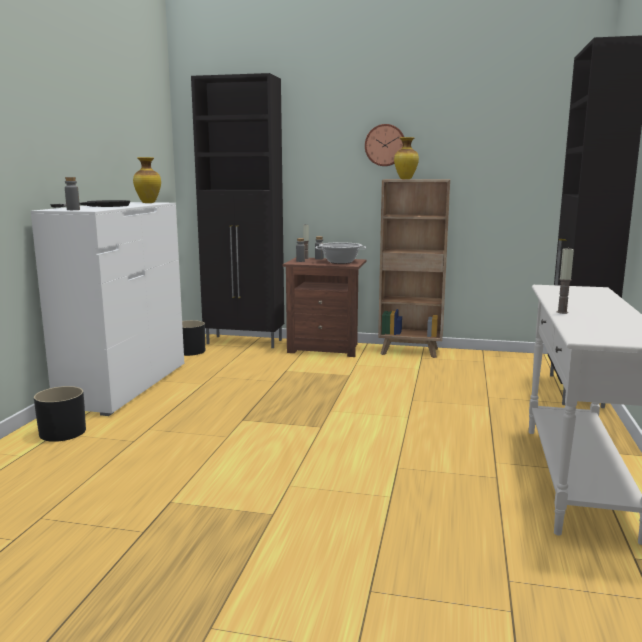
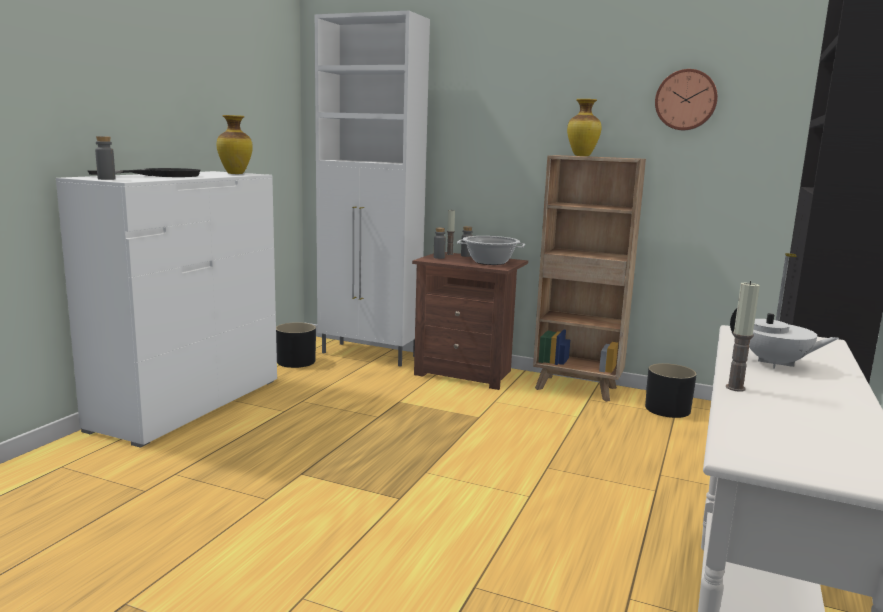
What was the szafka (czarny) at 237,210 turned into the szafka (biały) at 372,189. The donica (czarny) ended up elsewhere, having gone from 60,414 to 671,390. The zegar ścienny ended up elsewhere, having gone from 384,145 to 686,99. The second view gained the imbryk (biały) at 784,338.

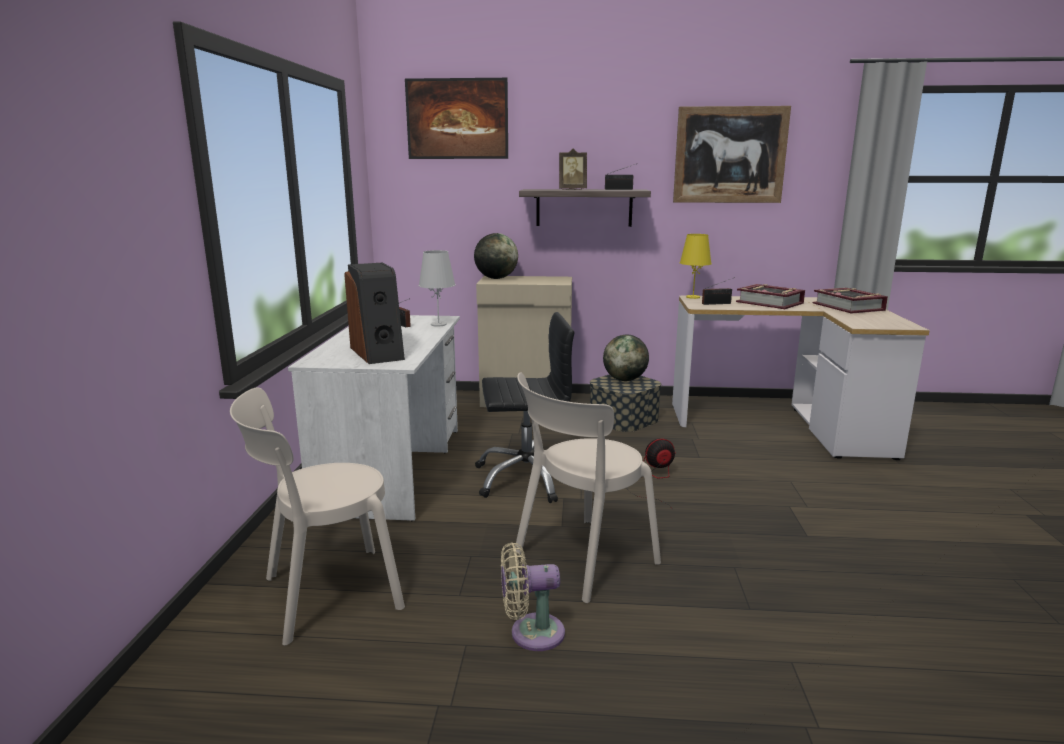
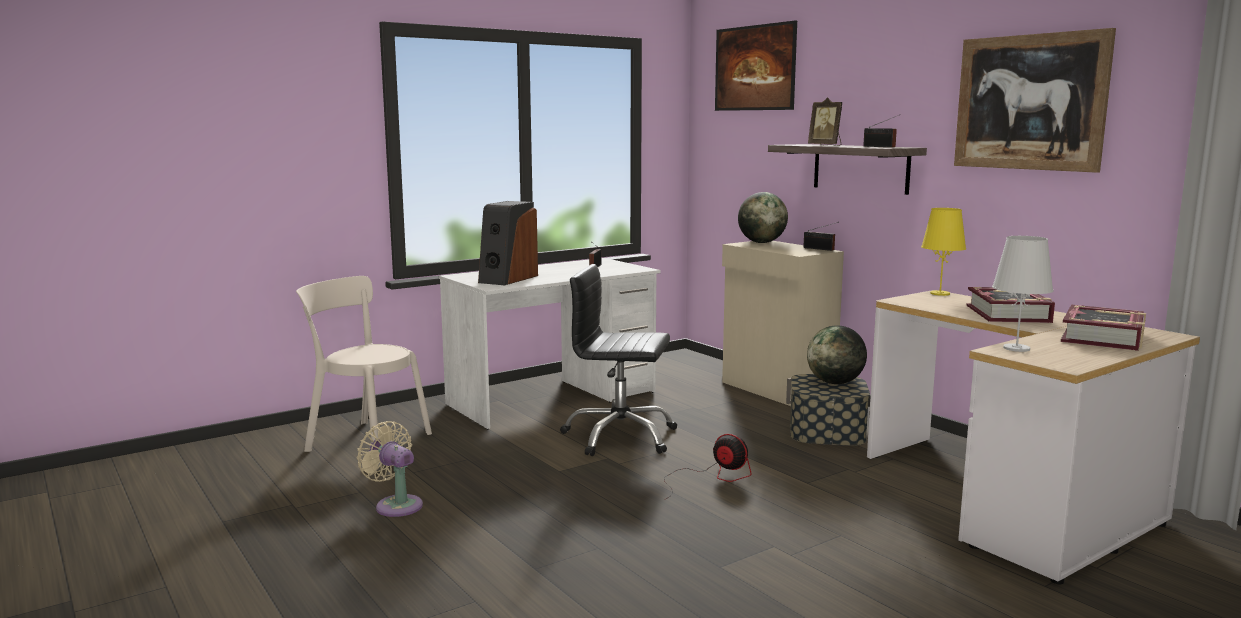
The krzesło biurowe (czarny) at 524,407 ended up facing another way, 150 degrees clockwise from before. The radio ended up elsewhere, having gone from 718,291 to 821,236. The lampa stołowa (biały) ended up elsewhere, having gone from 437,288 to 1023,294. The second view lost the krzesło (beżowy) at 588,487.

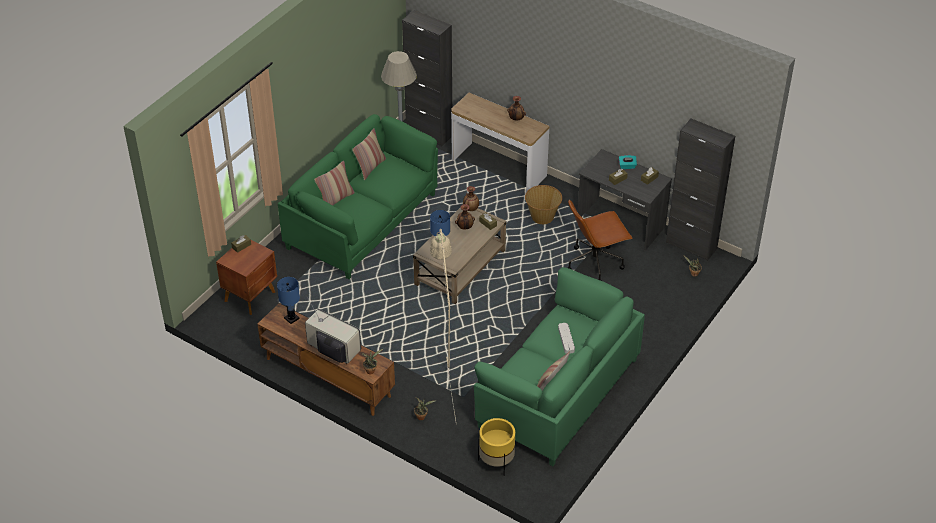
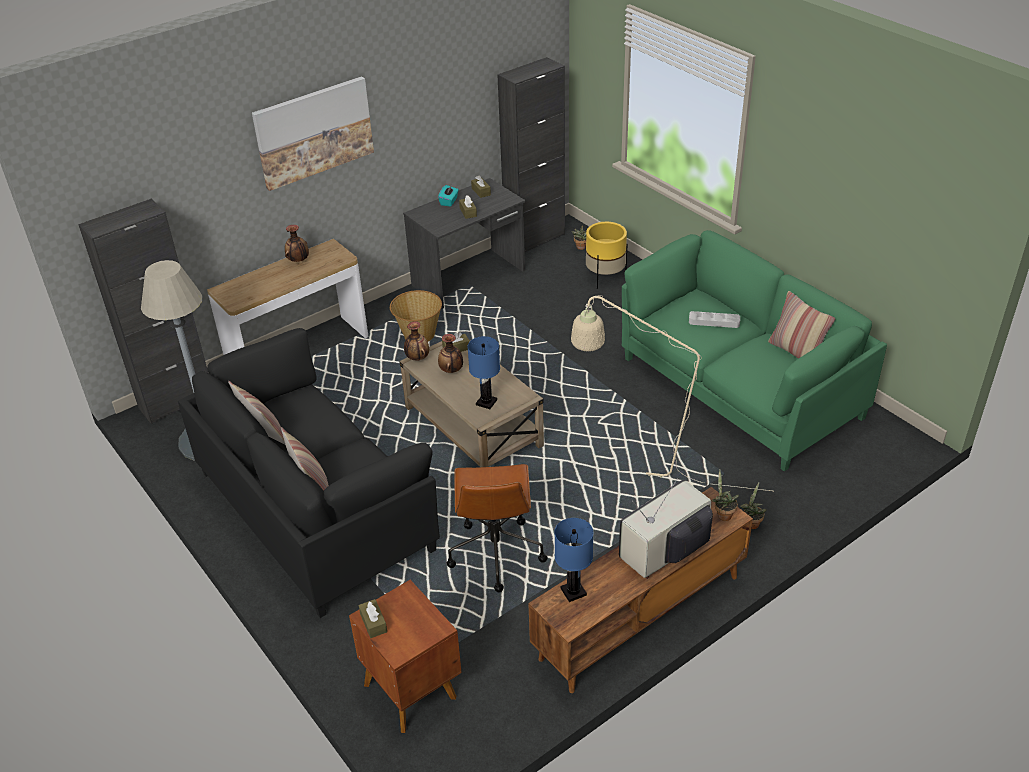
What was the kanapa (zielony) at 358,196 turned into the kanapa (czarny) at 309,473. The second view gained the obraz at 313,133. The krzesło biurowe (brązowy) ended up elsewhere, having gone from 600,240 to 496,528. The donica (żółty) ended up elsewhere, having gone from 496,446 to 606,255.

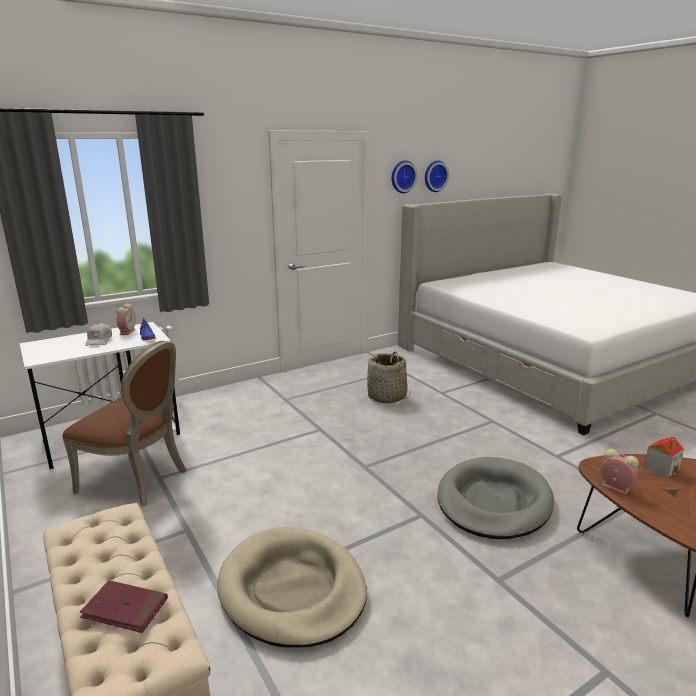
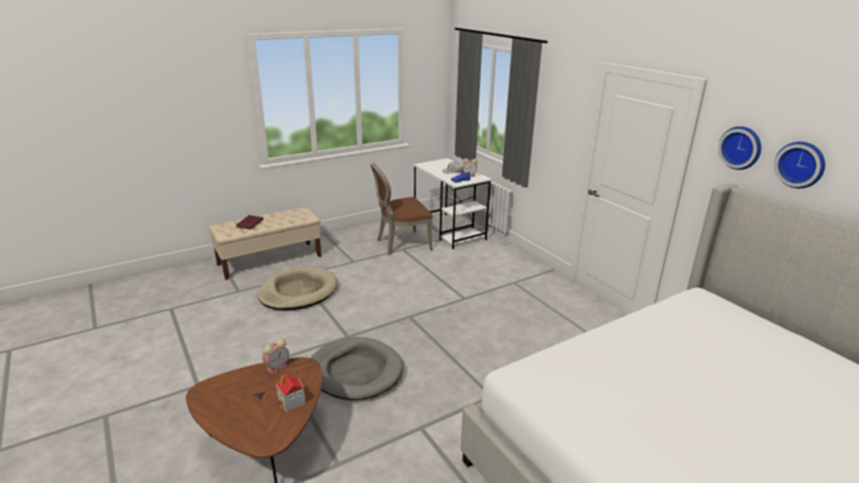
The krzesło (brązowy) at 124,424 ended up facing another way, 45 degrees clockwise from before. The second view lost the koszyk at 389,377.

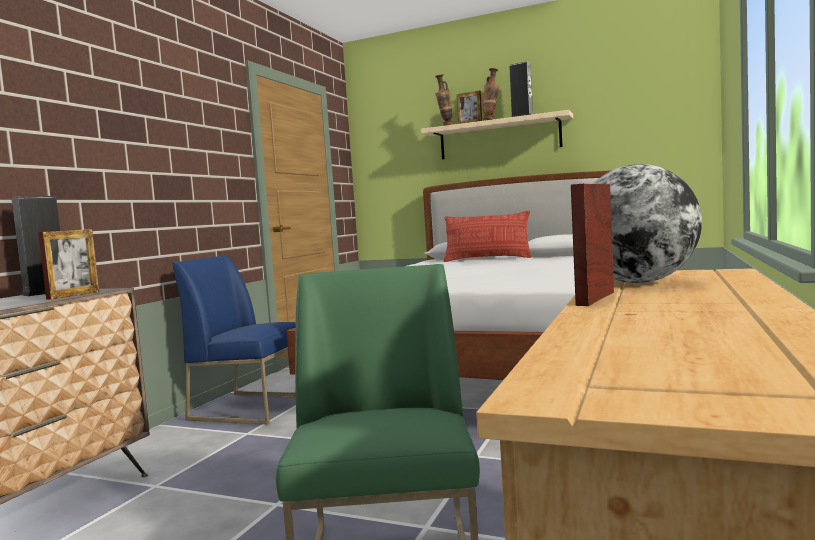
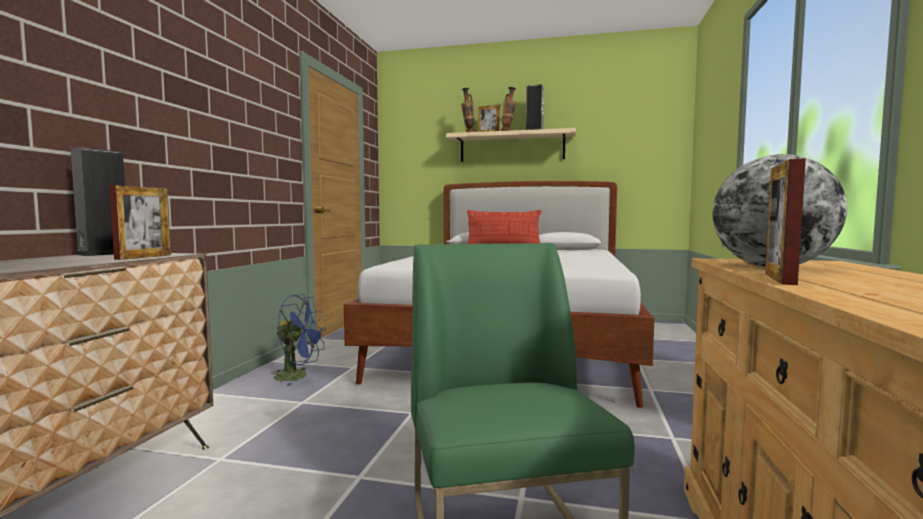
Where the krzesło (niebieski) stood at 234,340, the wentylator (niebieski) came to stand at 298,340.

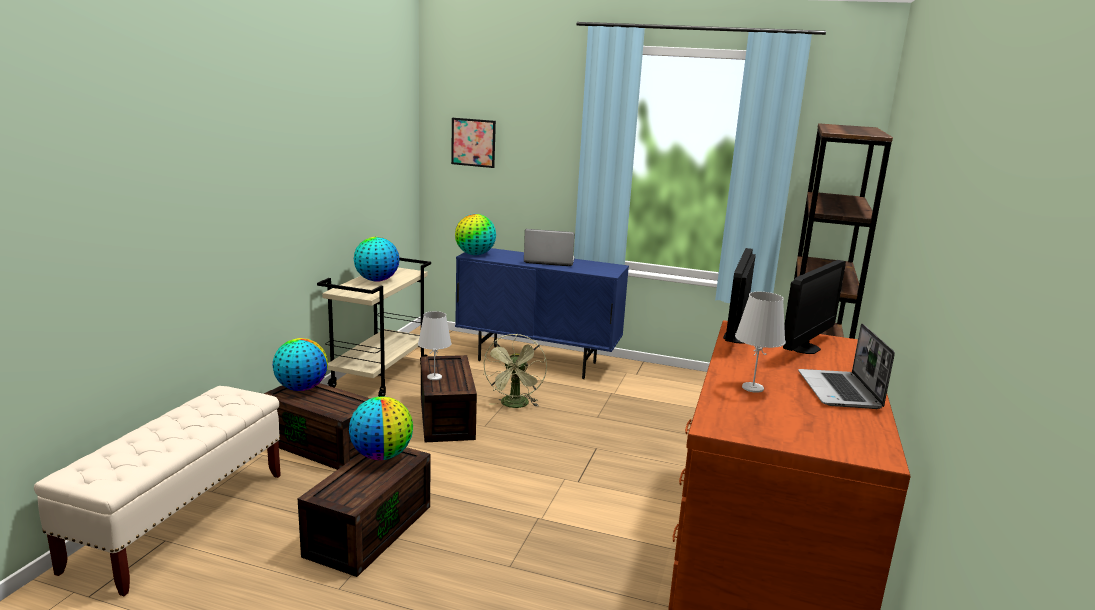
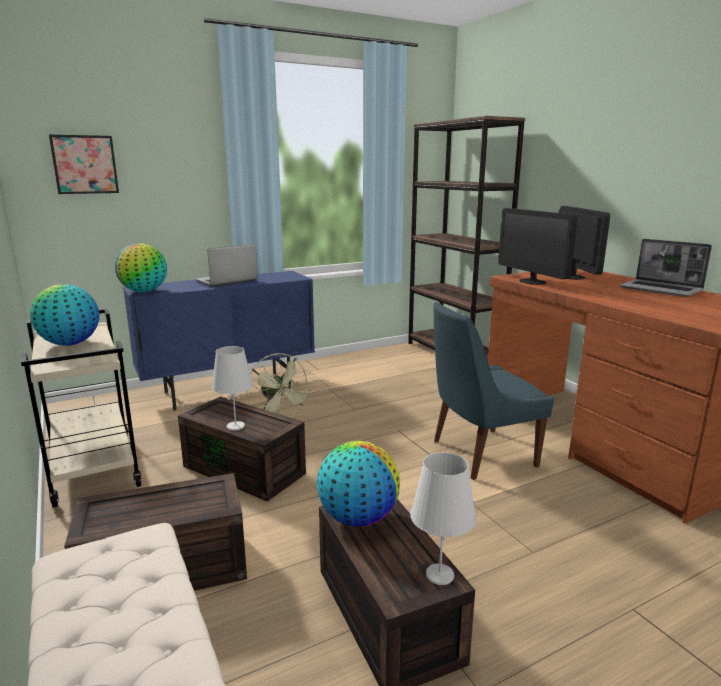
The lampa stołowa (biały) ended up elsewhere, having gone from 760,342 to 443,518. The second view gained the krzesło (niebieski) at 493,391. The second view lost the globus at 300,364.

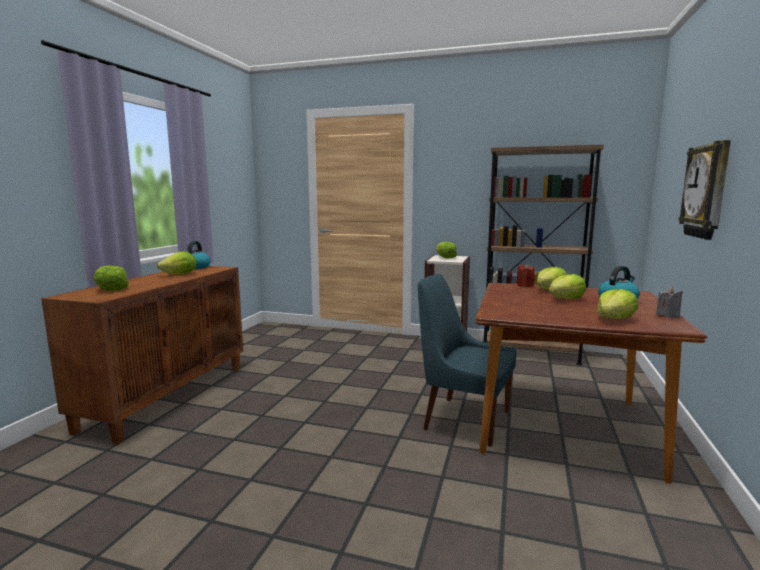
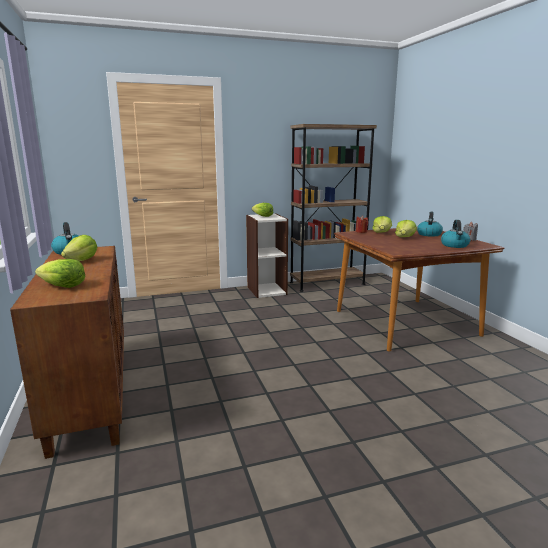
Where the sałata stood at 617,304, the czajnik came to stand at 456,234. The second view lost the krzesło (niebieski) at 467,360. The second view lost the zegar ścienny at 704,190.

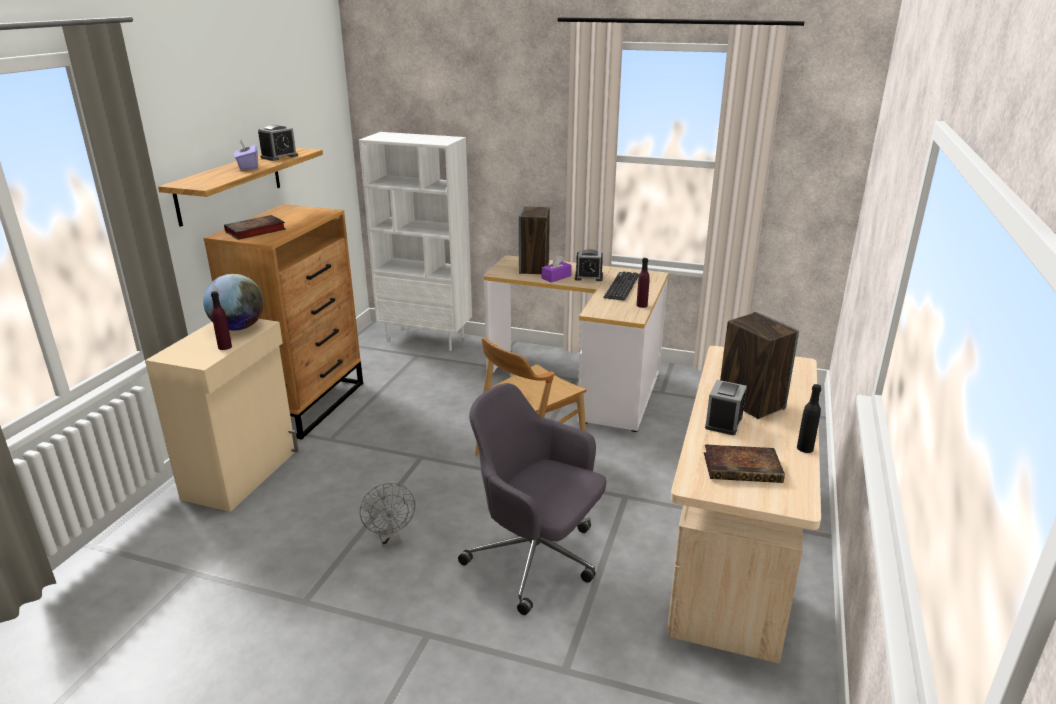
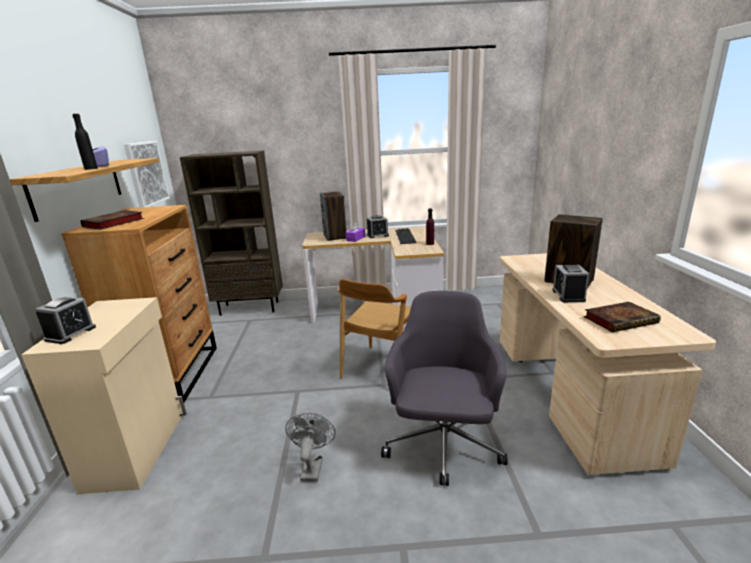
The budzik ended up elsewhere, having gone from 278,143 to 65,320. The butelka (czarny) ended up elsewhere, having gone from 809,418 to 85,142. The second view gained the obraz at 147,174. What was the regał (biały) at 415,241 turned into the regał (brązowy) at 231,233. The wentylator (szary) at 387,515 ended up facing another way, 135 degrees counterclockwise from before. The krzesło biurowe (szary) at 532,499 ended up facing another way, 90 degrees clockwise from before. The second view lost the globus at 233,302. The second view lost the butelka (fioletowy) at 221,320.

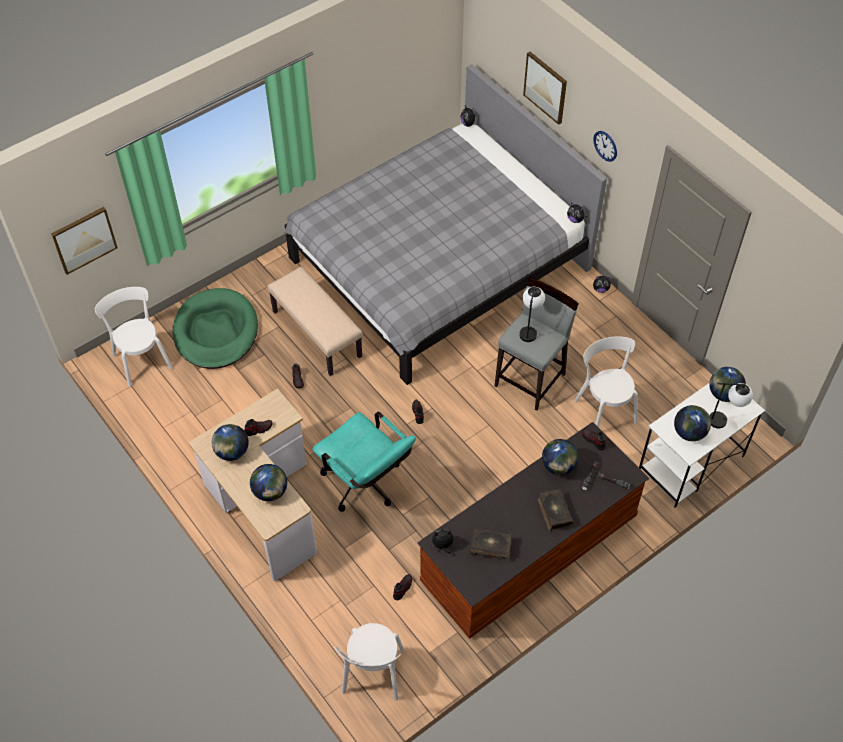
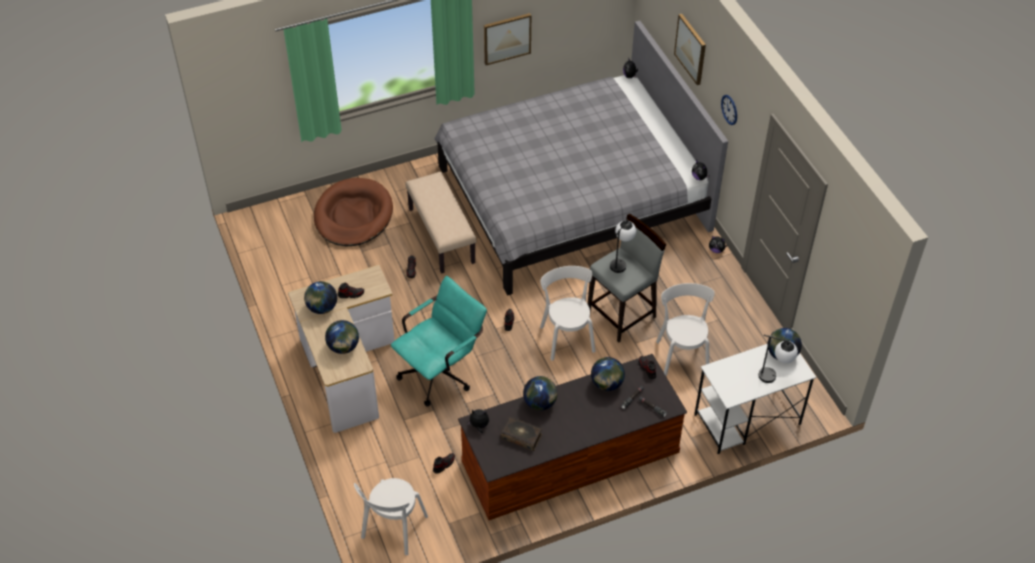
What was the legowisko (zielony) at 215,328 turned into the legowisko (brązowy) at 353,212. The krzesło biurowe (turkusowy) at 364,462 ended up facing another way, 105 degrees counterclockwise from before. The obraz ended up elsewhere, having gone from 84,241 to 507,39. The globus ended up elsewhere, having gone from 692,423 to 540,393. The krzesło (biały) ended up elsewhere, having gone from 134,337 to 567,313. The second view lost the książka at 555,510.

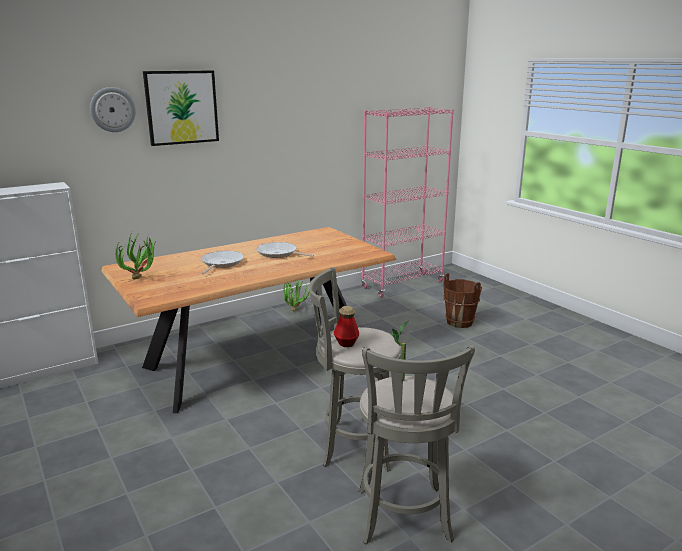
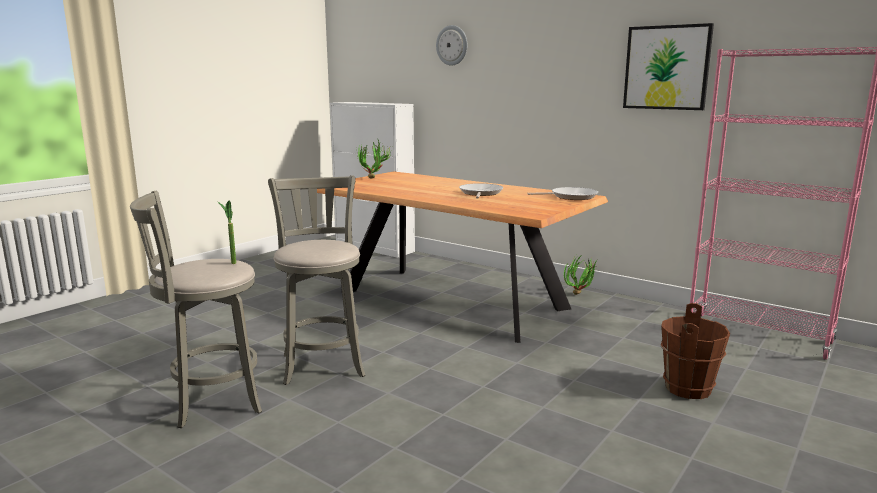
The patelnia ended up elsewhere, having gone from 222,263 to 562,193. The obraz ended up elsewhere, having gone from 181,108 to 668,66. The second view lost the butelka at 346,326.

